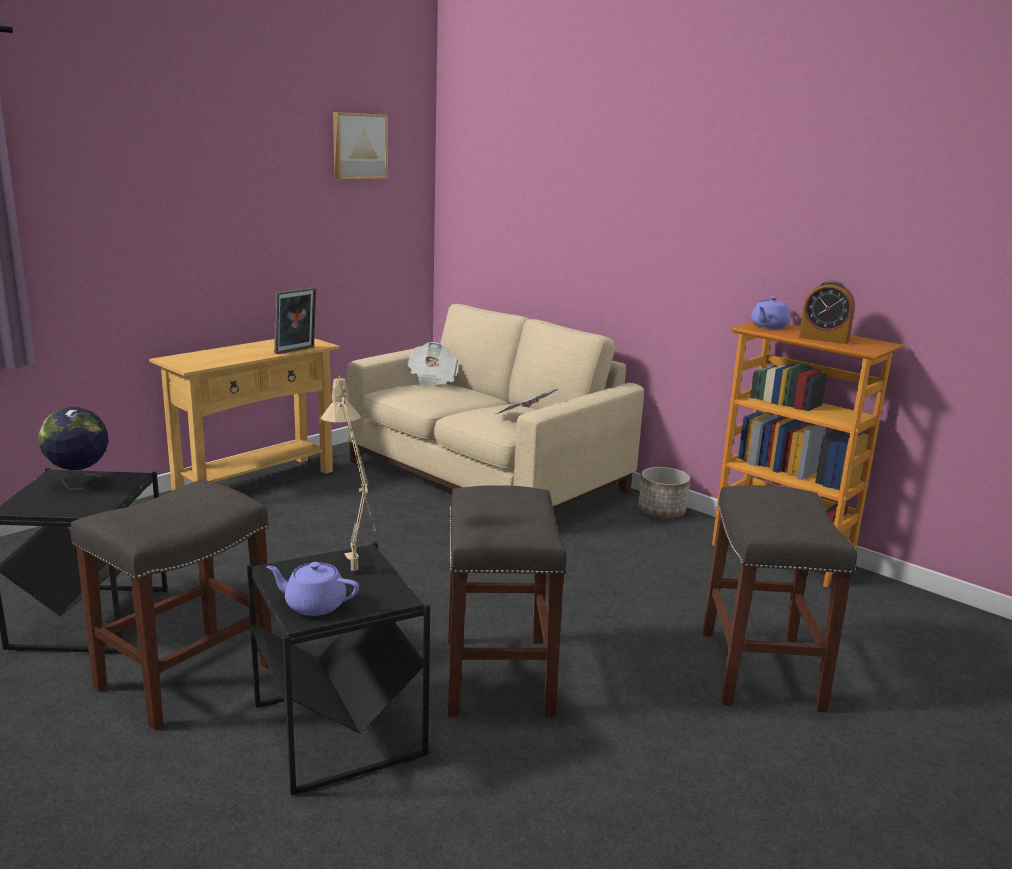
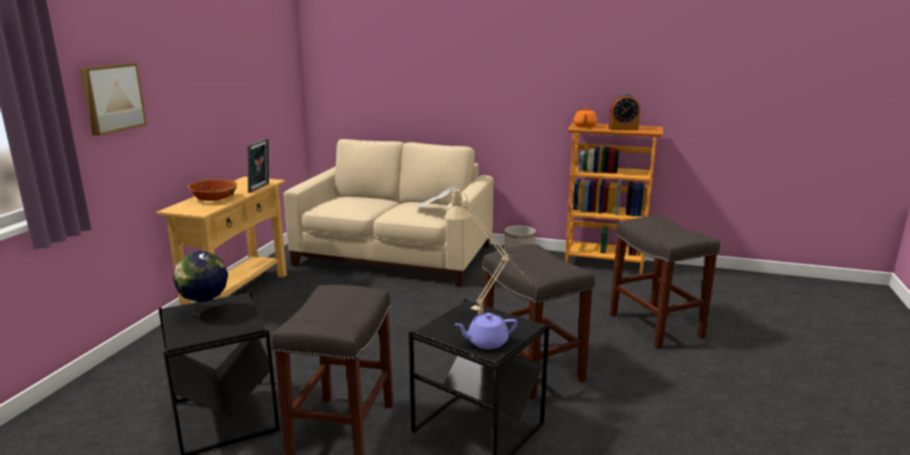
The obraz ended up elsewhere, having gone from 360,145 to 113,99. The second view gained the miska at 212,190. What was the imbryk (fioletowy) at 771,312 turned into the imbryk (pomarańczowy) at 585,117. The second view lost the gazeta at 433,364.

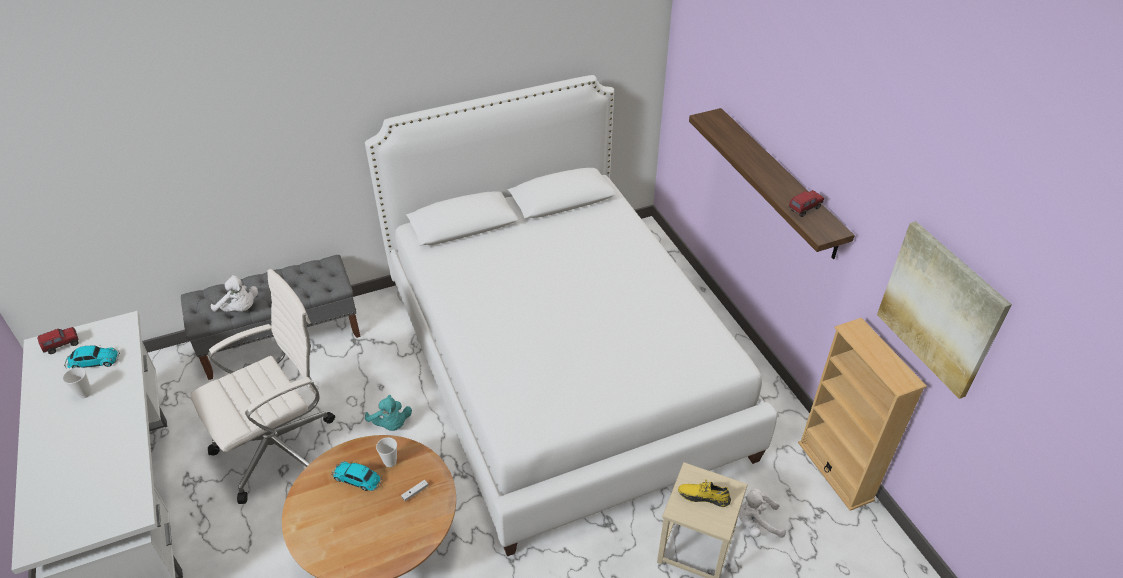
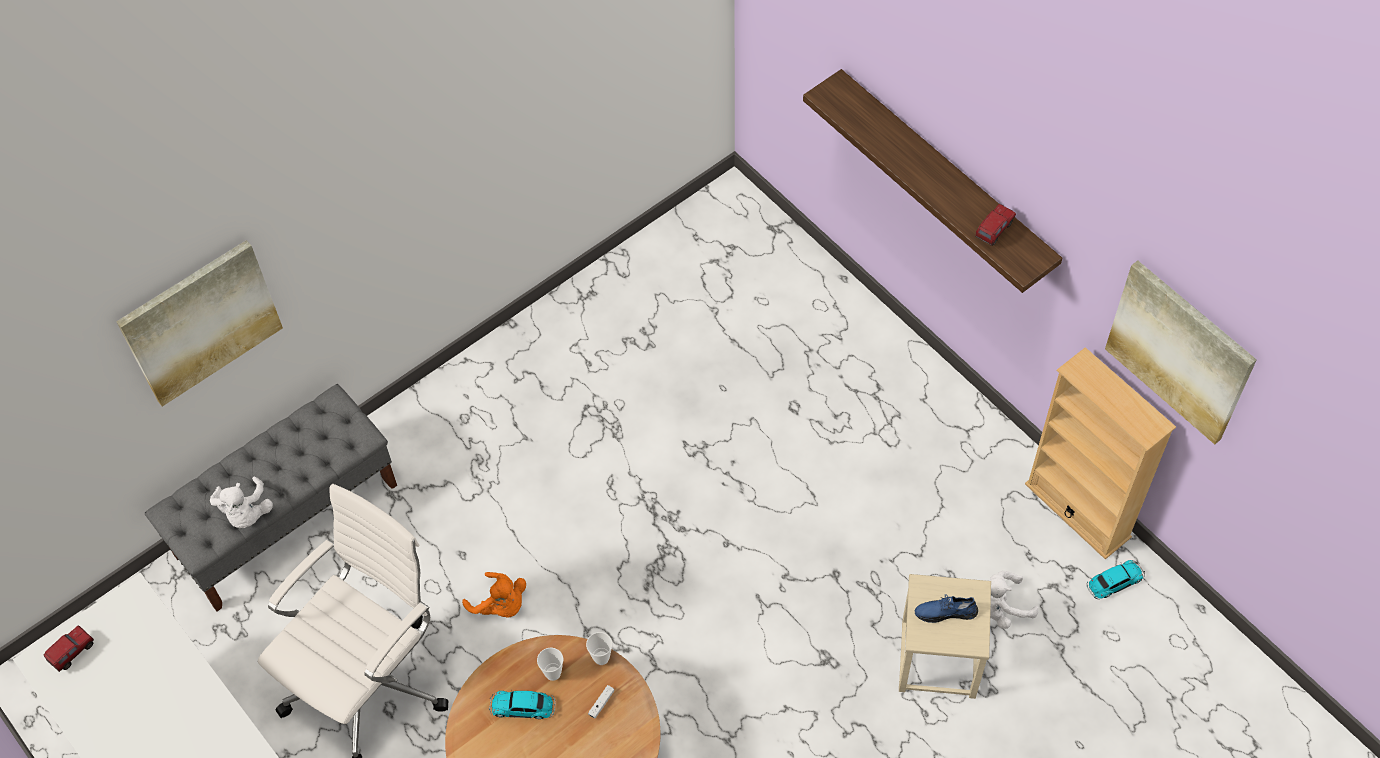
The second view gained the obraz at 199,323. The pluszak (biały) at 234,293 ended up facing another way, 60 degrees clockwise from before. What was the pluszak (turkusowy) at 388,413 turned into the pluszak (pomarańczowy) at 494,595. The filiżanka ended up elsewhere, having gone from 77,383 to 599,648. What was the but (żółty) at 704,493 turned into the but (niebieski) at 946,608. The samochodzik ended up elsewhere, having gone from 92,357 to 1116,580. The second view lost the łóżko (biały) at 571,315.

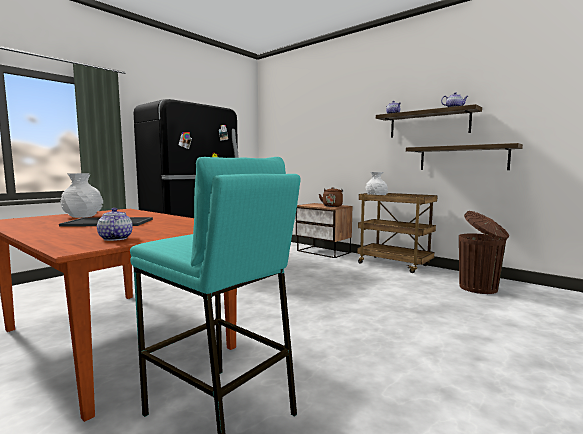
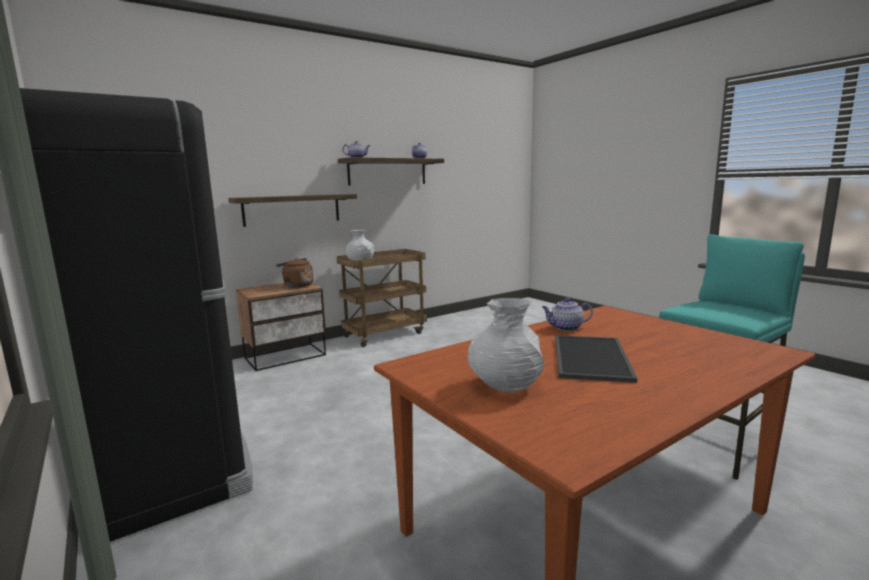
The półka ended up elsewhere, having gone from 464,156 to 293,210. The imbryk ended up elsewhere, having gone from 115,224 to 567,314. The second view lost the kosz na śmieci (brązowy) at 484,252.

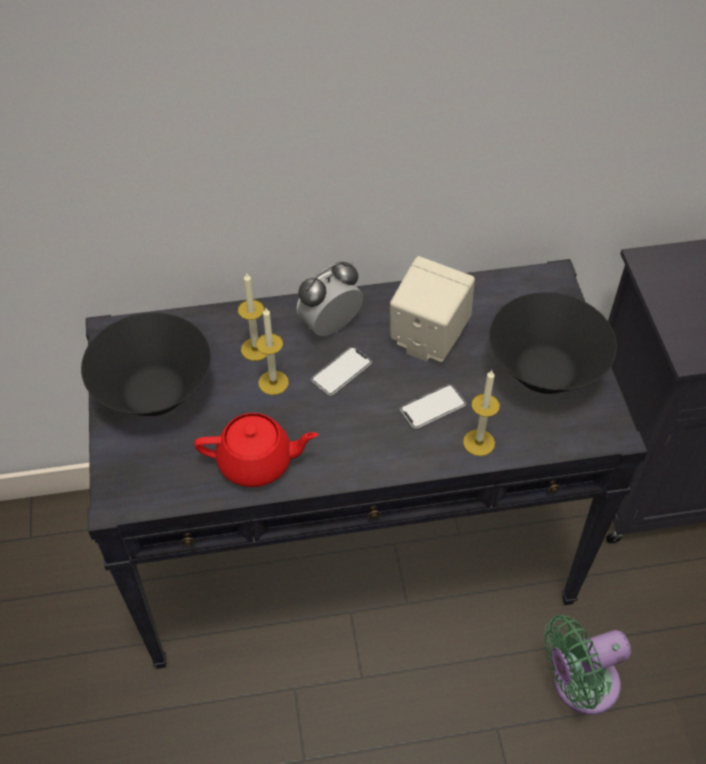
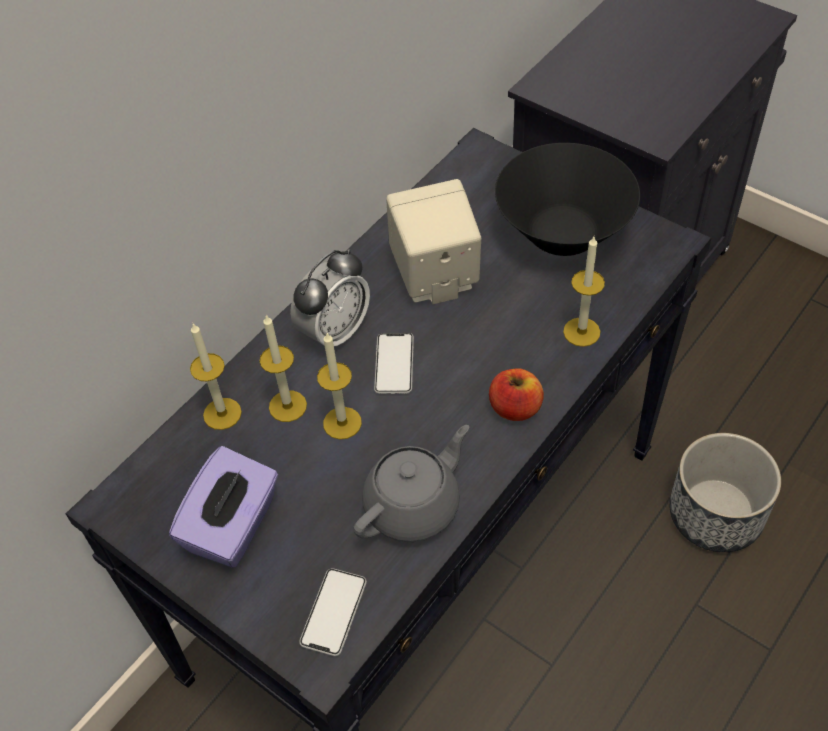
Where the miska (czarny) stood at 146,364, the pudełko chusteczek (fioletowy) came to stand at 223,507. The second view gained the świeca at 216,377. The budzik at 329,299 ended up facing another way, 150 degrees counterclockwise from before. The telefon ended up elsewhere, having gone from 433,406 to 333,612. What was the imbryk (czerwony) at 256,450 turned into the imbryk (szary) at 411,483. The second view gained the jabłko at 516,394. Where the wentylator (zielony) stood at 587,665, the donica came to stand at 725,492.

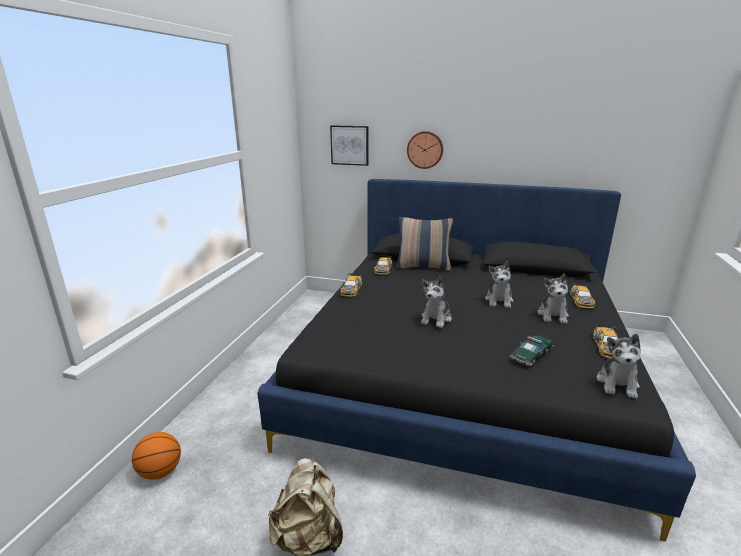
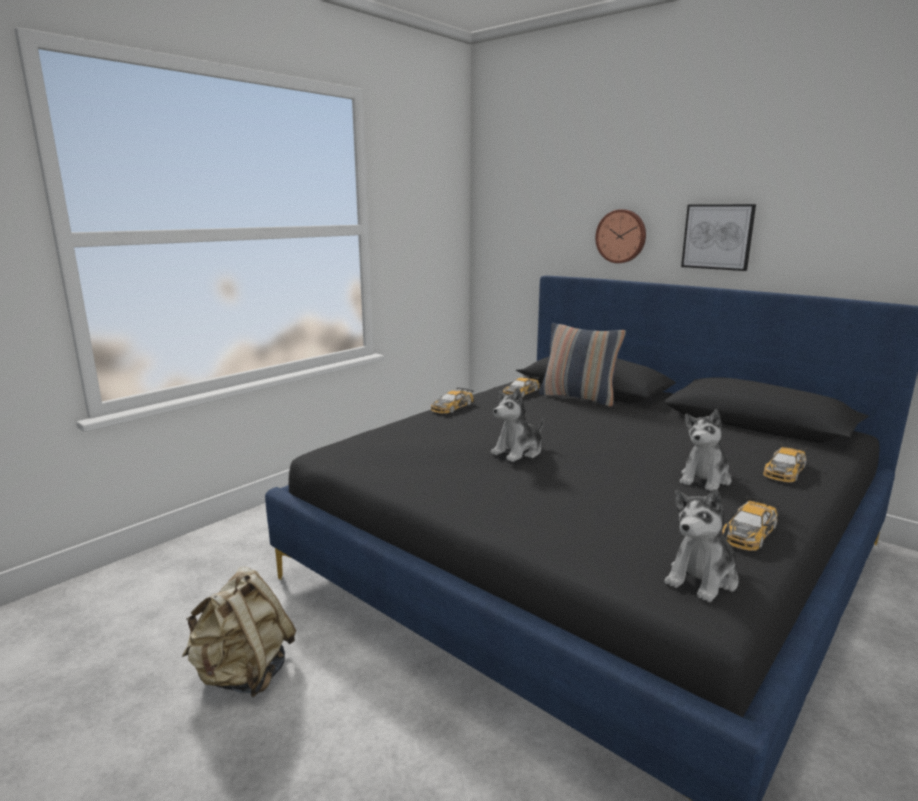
The obraz ended up elsewhere, having gone from 349,145 to 718,237. The second view lost the piłka do koszykówki at 156,456. The second view lost the pluszak at 499,284. The second view lost the samochodzik at 532,350.

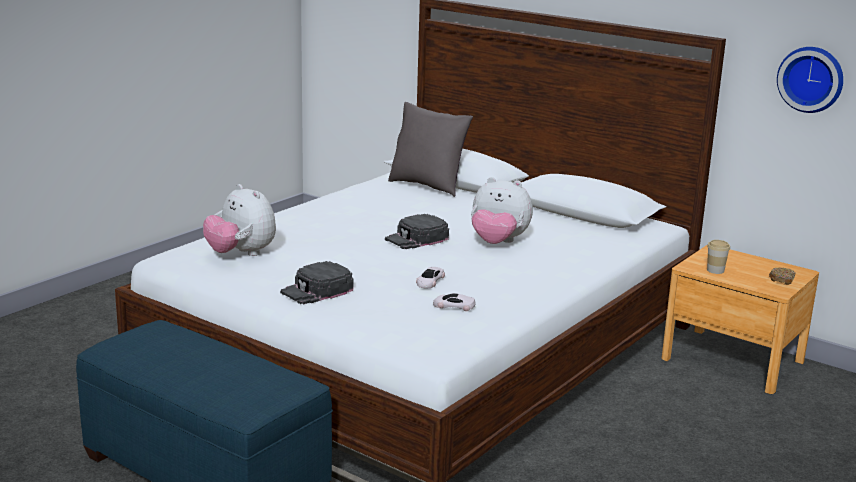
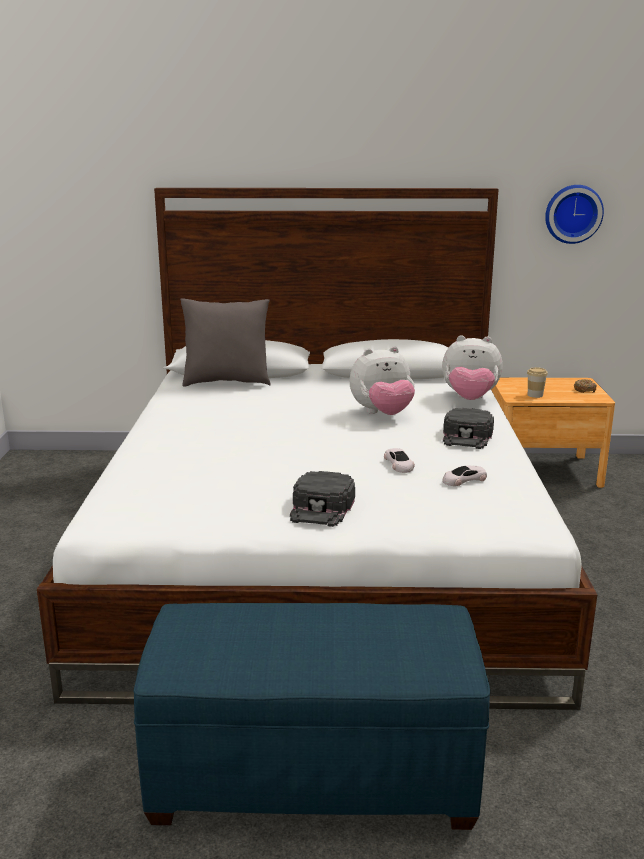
The pluszak ended up elsewhere, having gone from 239,220 to 472,367. The czapka z daszkiem (czarny) ended up elsewhere, having gone from 417,231 to 468,428.

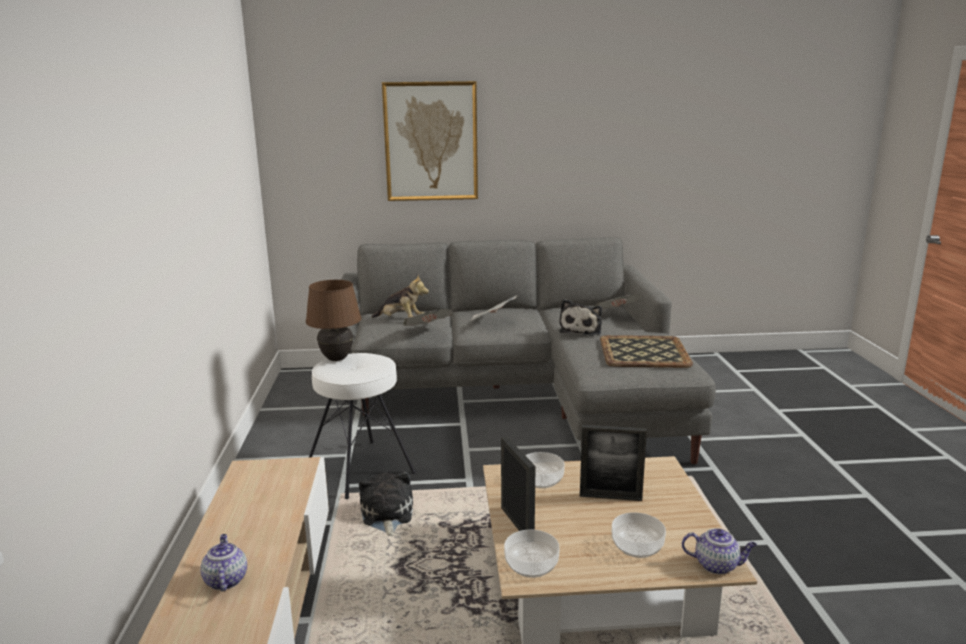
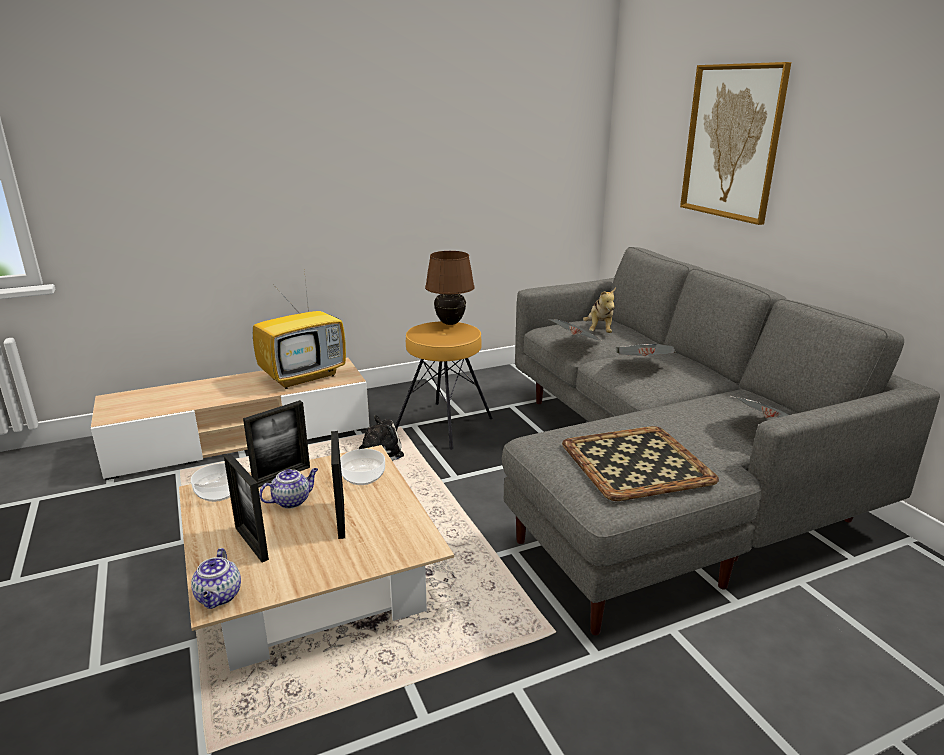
Where the miska stood at 639,535, the ramka na zdjęcie came to stand at 246,507. The second view gained the telewizor at 299,329. The imbryk ended up elsewhere, having gone from 223,563 to 288,488. What was the stołek (biały) at 362,426 turned into the stołek (brązowy) at 444,385. The second view lost the pluszak at 580,317.

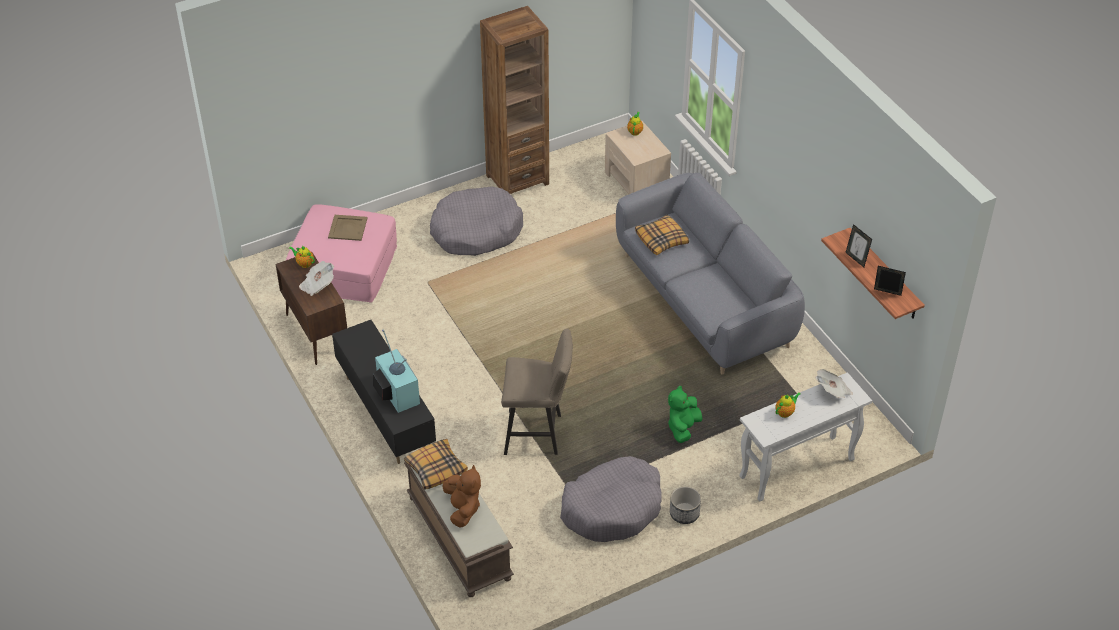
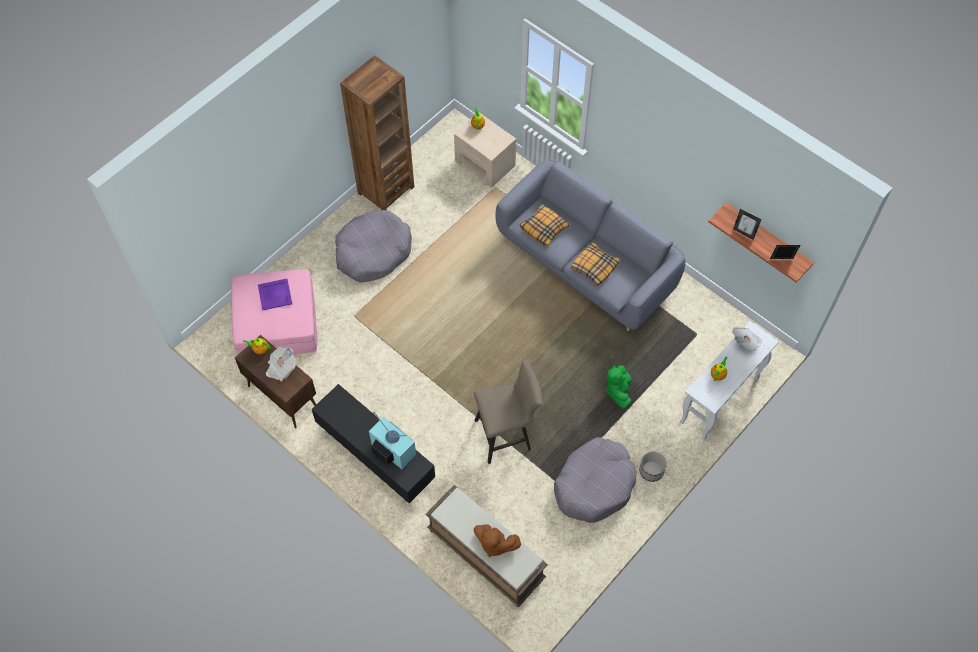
What was the taca (beżowy) at 347,228 turned into the taca (fioletowy) at 275,294. The pluszak (brązowy) at 462,496 ended up facing another way, 150 degrees clockwise from before. The poduszka ended up elsewhere, having gone from 436,464 to 595,264.

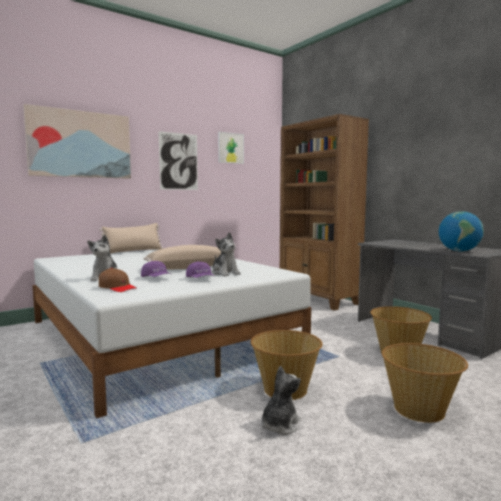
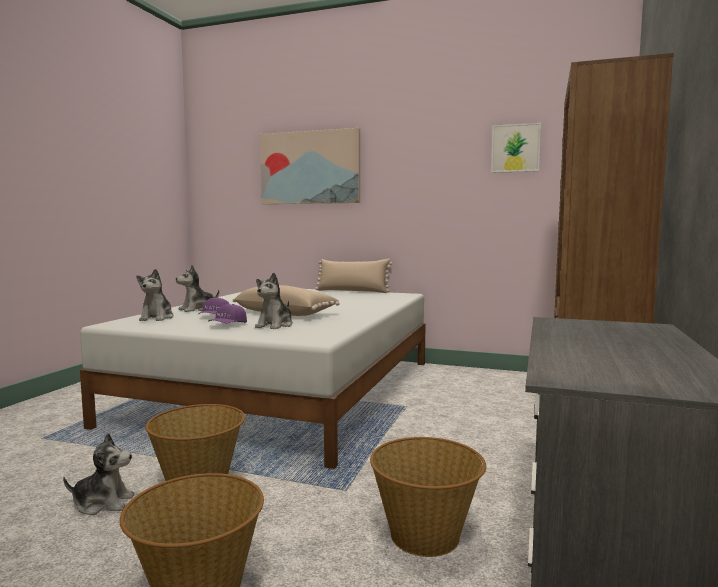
Where the czapka z daszkiem (brązowy) stood at 117,280, the pluszak came to stand at 155,295. The second view lost the obraz at 178,160. The second view lost the globus at 461,231.

